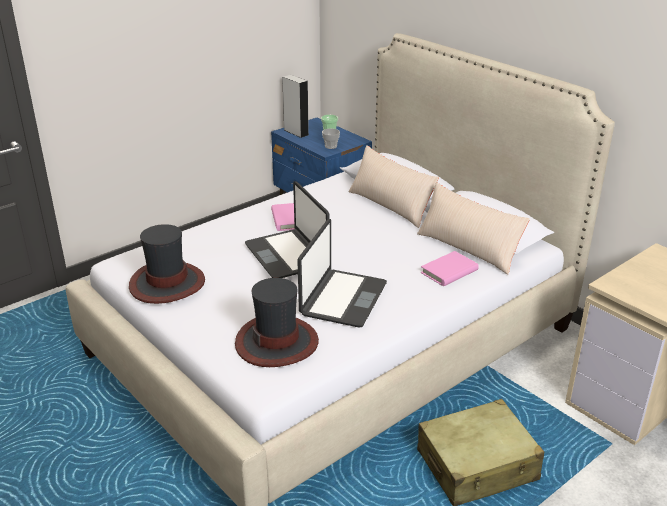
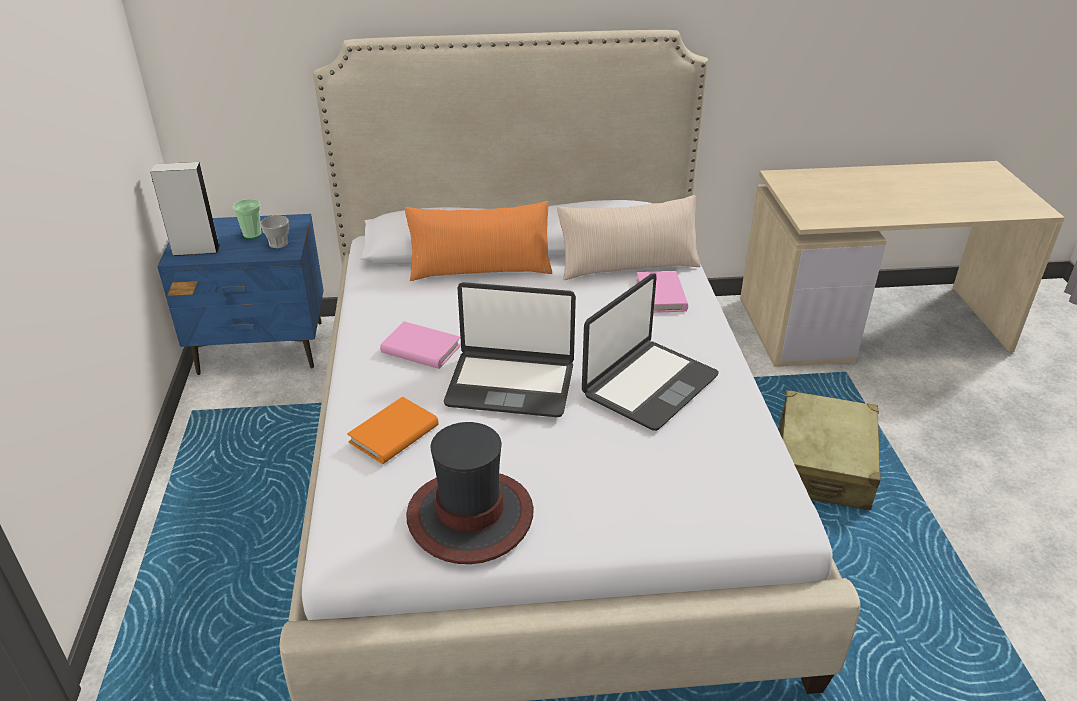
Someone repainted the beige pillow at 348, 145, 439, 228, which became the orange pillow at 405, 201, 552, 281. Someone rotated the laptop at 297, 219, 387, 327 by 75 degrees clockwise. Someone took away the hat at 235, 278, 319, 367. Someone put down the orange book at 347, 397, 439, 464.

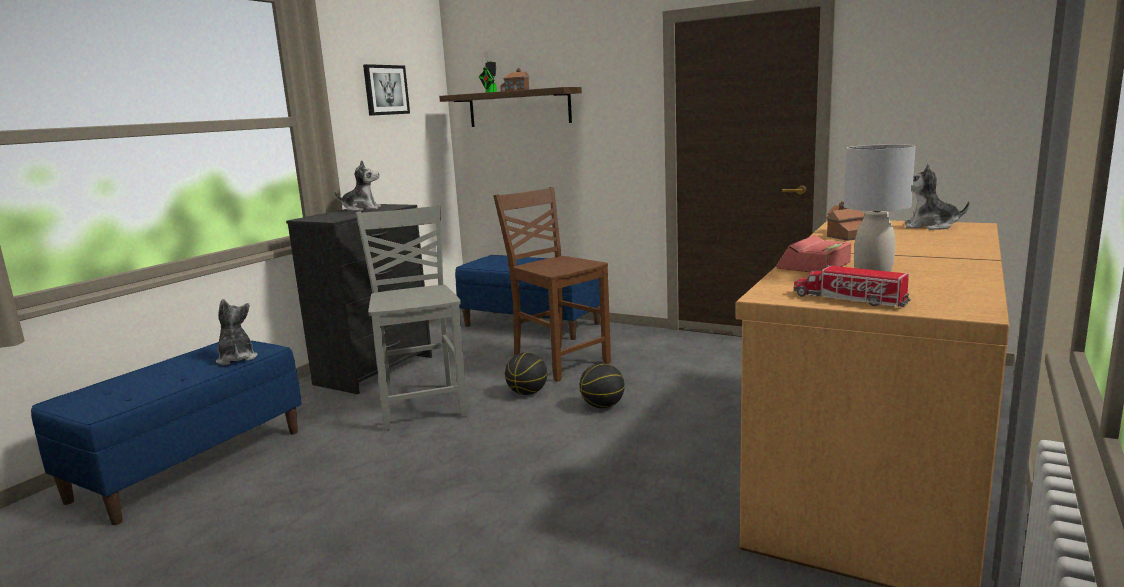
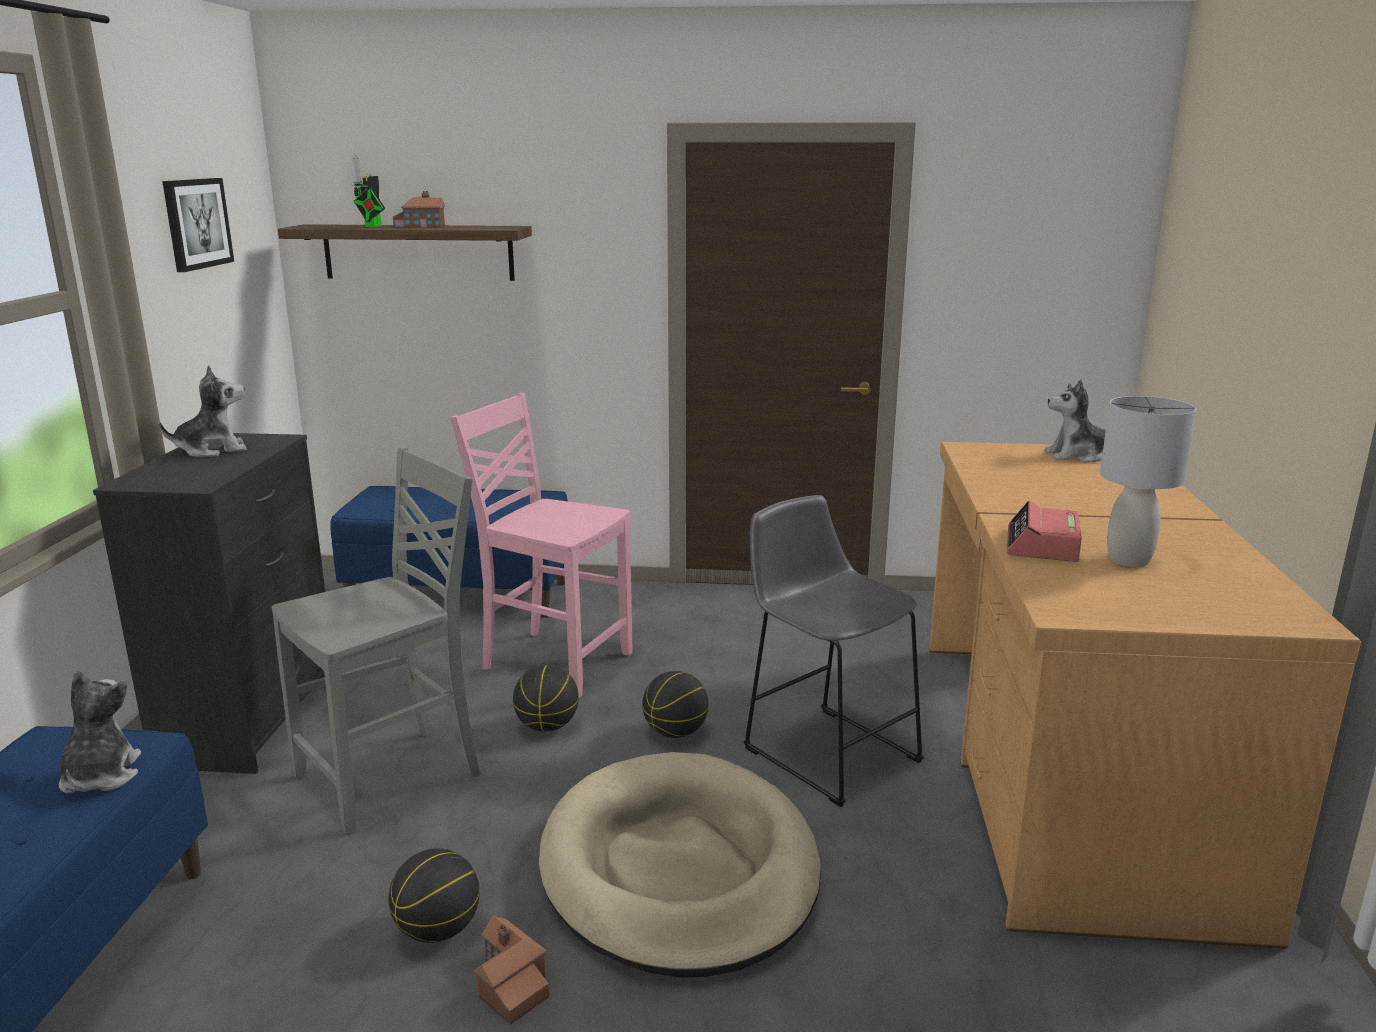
Someone repainted the brown chair at 493, 187, 611, 382, which became the pink chair at 451, 393, 633, 698. Someone carried the toy house from 826, 201, 864, 241 to 473, 916, 549, 1025. Someone rotated the grey chair at 356, 205, 468, 431 by 90 degrees clockwise. Someone took away the toy truck at 794, 265, 911, 307. Someone rotated the plush toy at 216, 299, 258, 365 by 45 degrees clockwise. Someone put down the grey stool at 744, 495, 924, 807. Someone put down the beige dog bed at 539, 752, 821, 978. Someone put down the basketball at 389, 848, 480, 943.

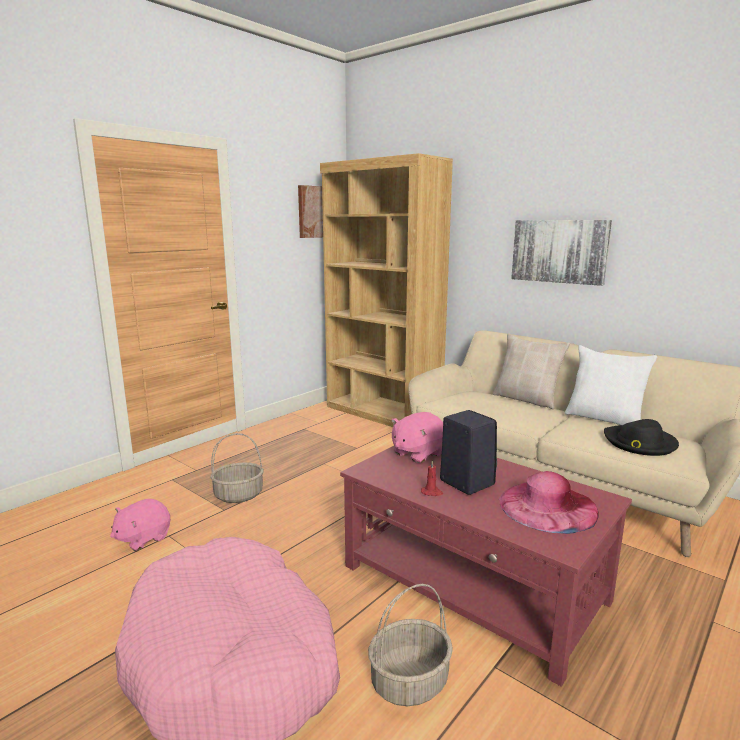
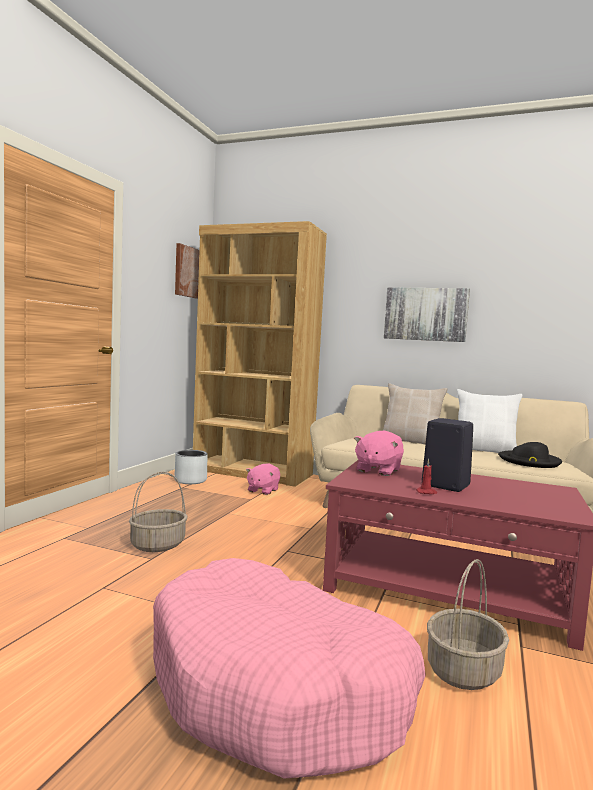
Someone took away the pink hat at 499, 471, 599, 534. Someone carried the pink plush toy from 110, 499, 170, 551 to 246, 463, 280, 495. Someone put down the white planter at 174, 450, 208, 484.

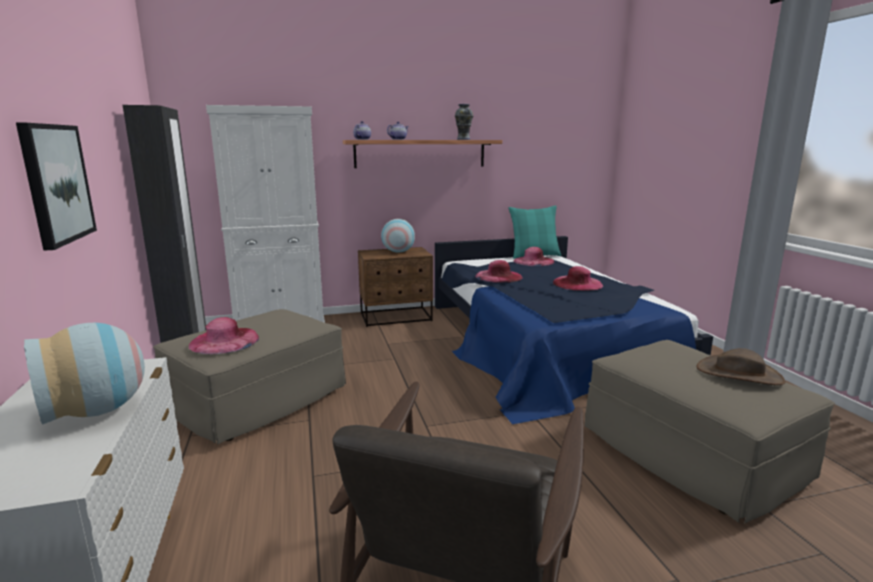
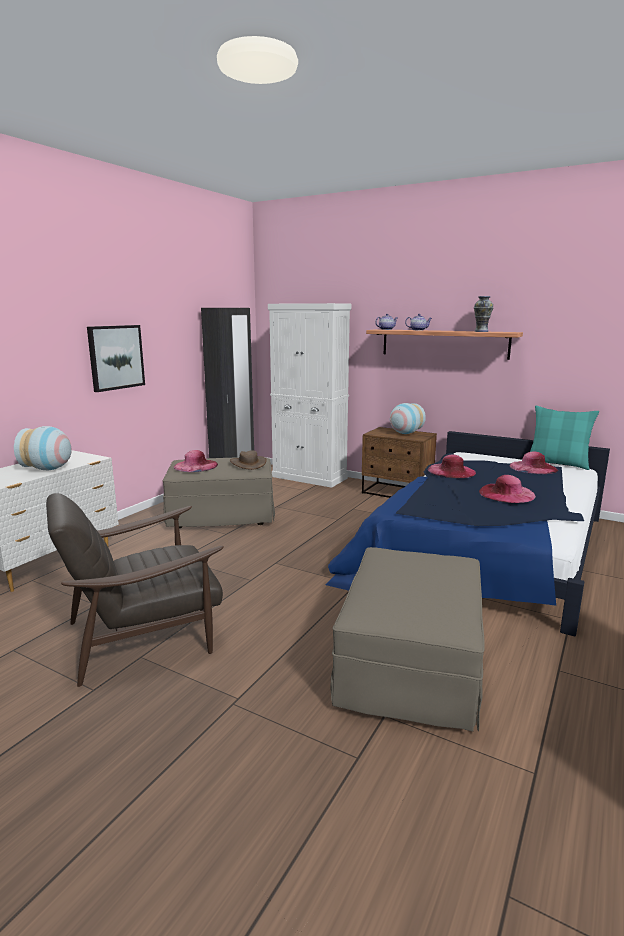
Someone carried the brown hat from 696, 348, 786, 385 to 230, 450, 267, 470.

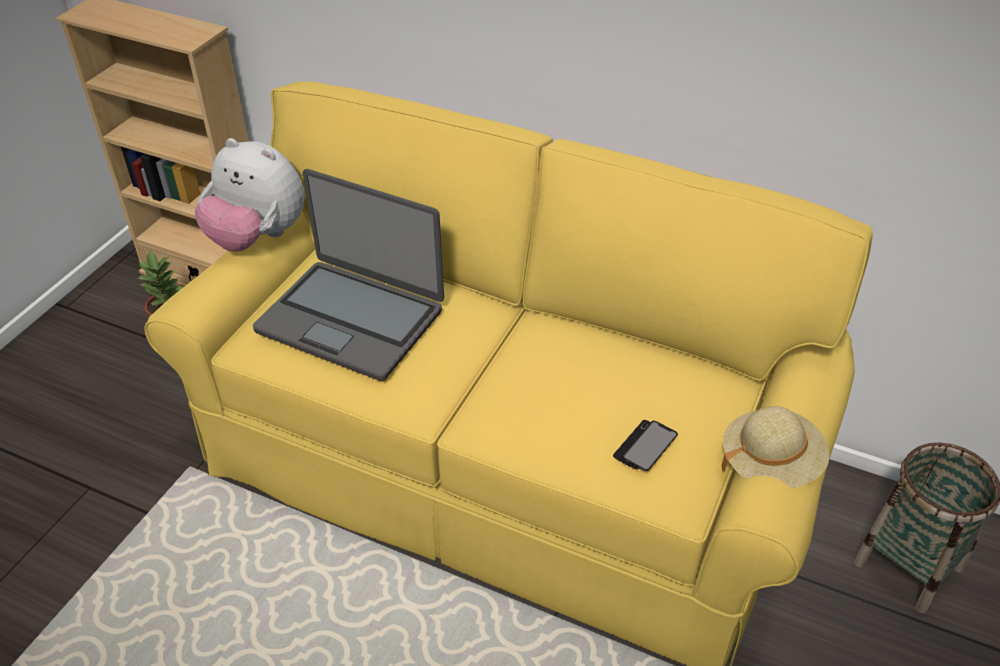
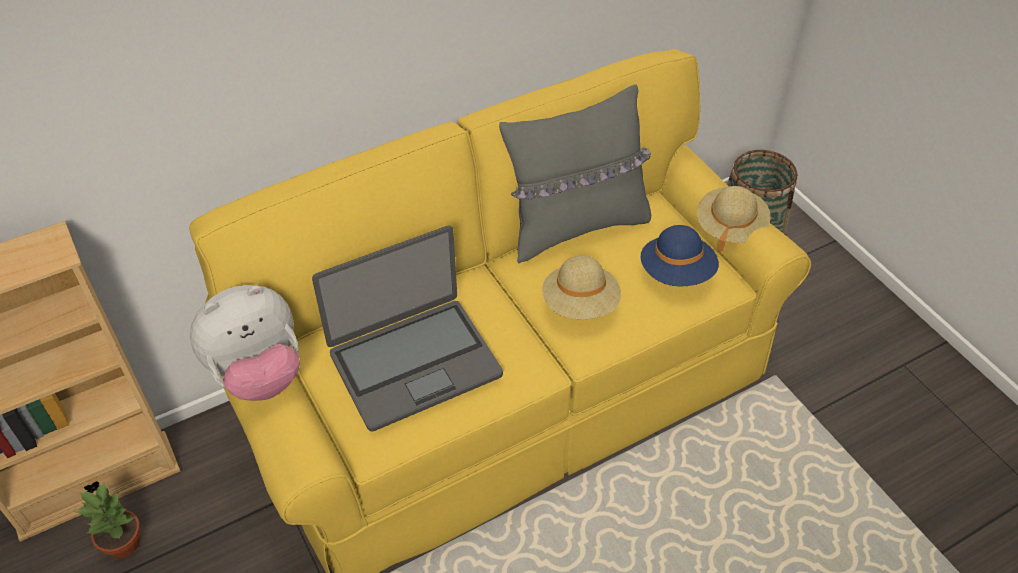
Someone swapped the phone at 613, 420, 678, 471 for the blue hat at 641, 225, 719, 287. Someone put down the grey pillow at 499, 84, 651, 263. Someone put down the beige hat at 542, 256, 621, 319.

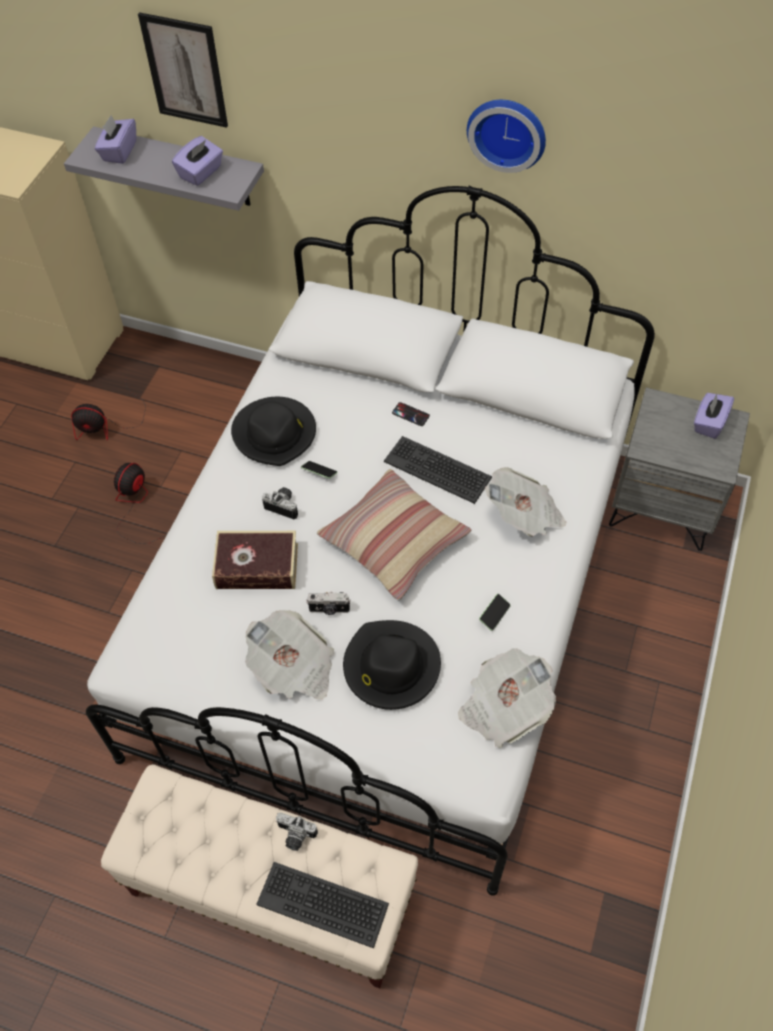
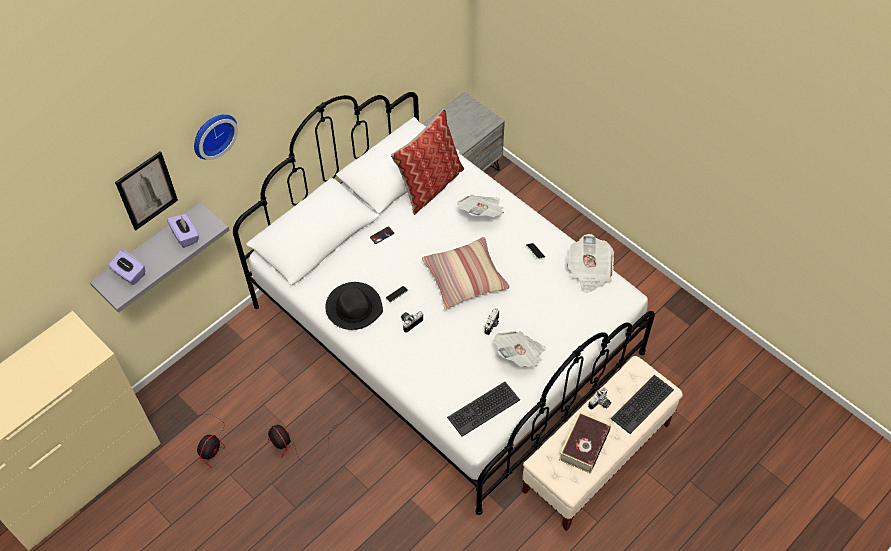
Someone carried the wall clock from 467, 100, 546, 173 to 194, 114, 238, 160. Someone took away the purple tissue box at 694, 393, 734, 439. Someone carried the keyboard from 383, 436, 492, 504 to 447, 382, 520, 437. Someone carried the book from 212, 531, 298, 589 to 559, 412, 611, 473. Someone took away the black hat at 343, 620, 441, 710. Someone put down the pillow at 391, 109, 464, 215.

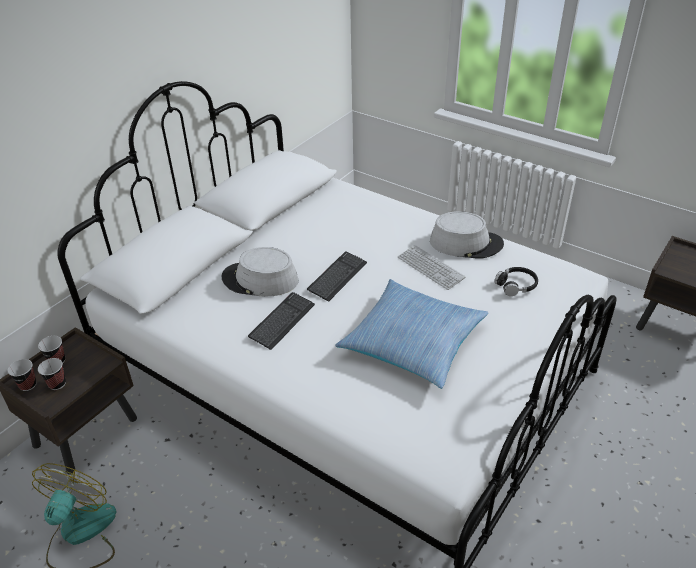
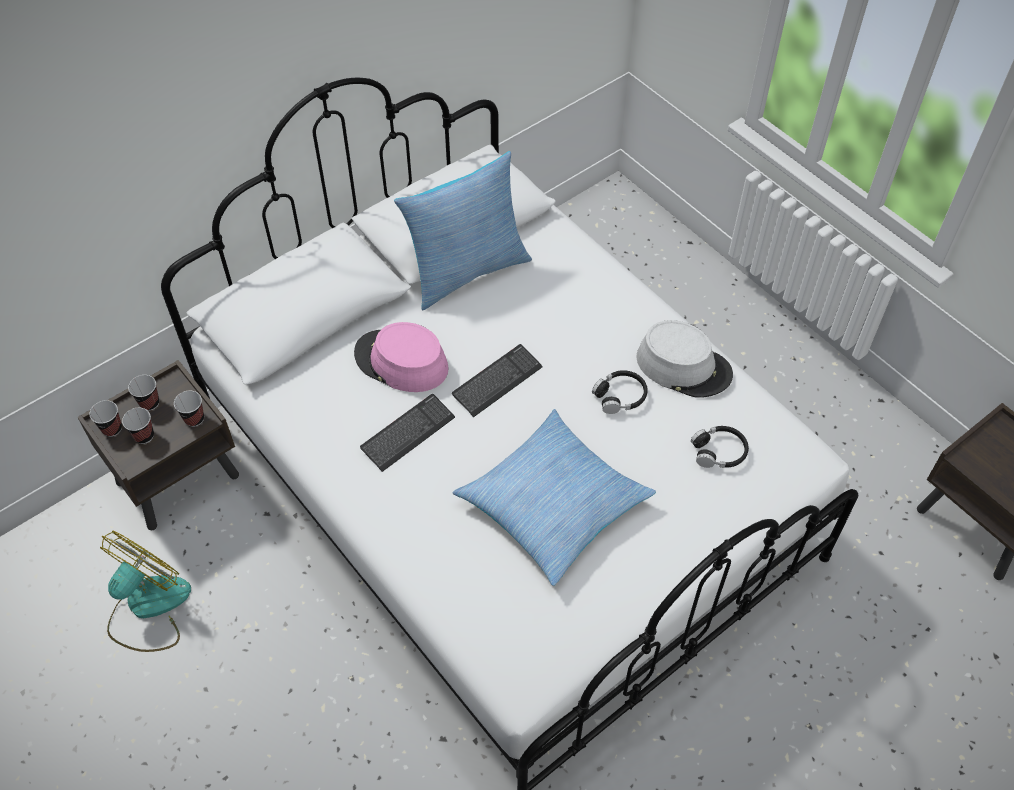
Someone swapped the keyboard at 398, 245, 466, 290 for the black headphones at 592, 370, 648, 414. Someone repainted the grey hat at 222, 247, 298, 296, which became the pink hat at 354, 322, 449, 392. Someone put down the pillow at 394, 151, 532, 310. Someone put down the cup at 174, 391, 204, 427.

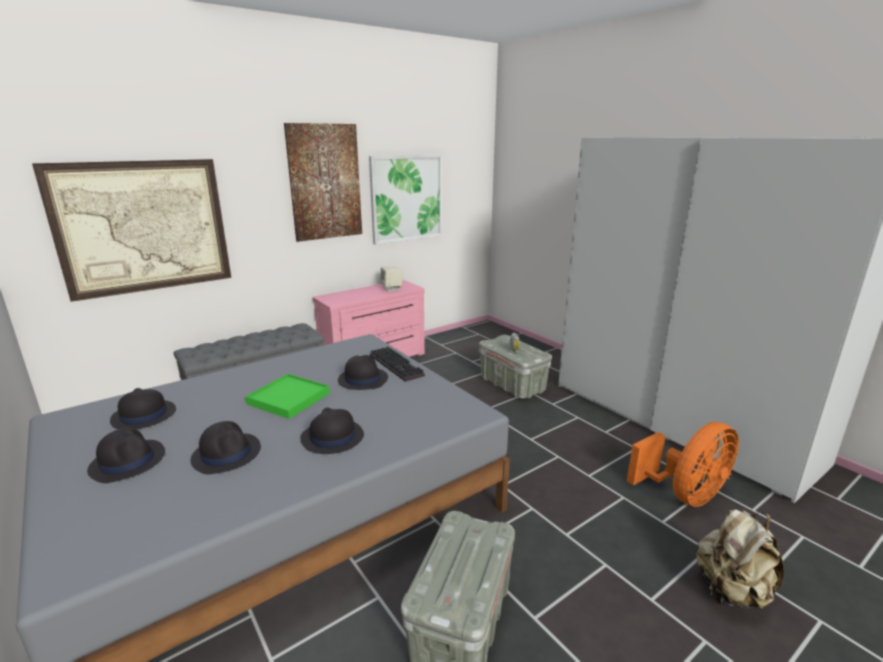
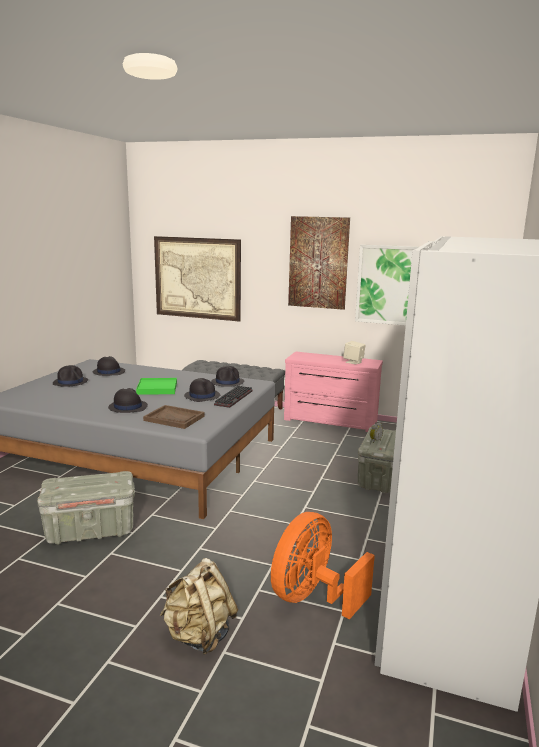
Someone carried the black hat from 190, 421, 261, 474 to 211, 366, 244, 387. Someone rotated the orange fan at 627, 422, 739, 507 by 105 degrees clockwise. Someone put down the brown tray at 143, 405, 205, 429.

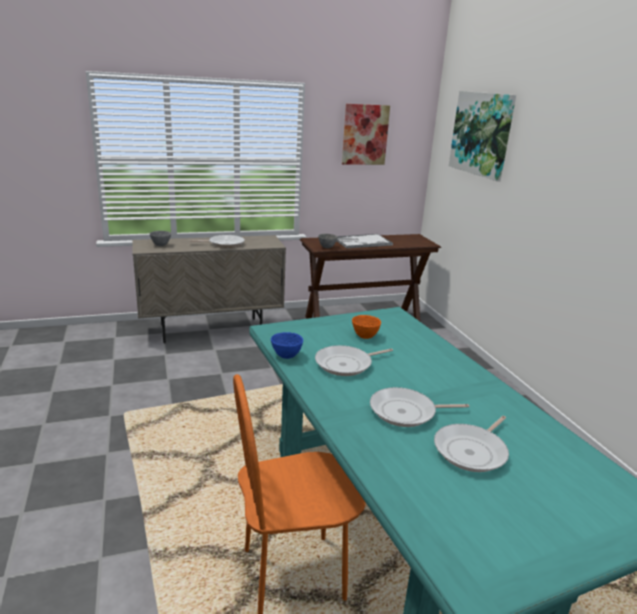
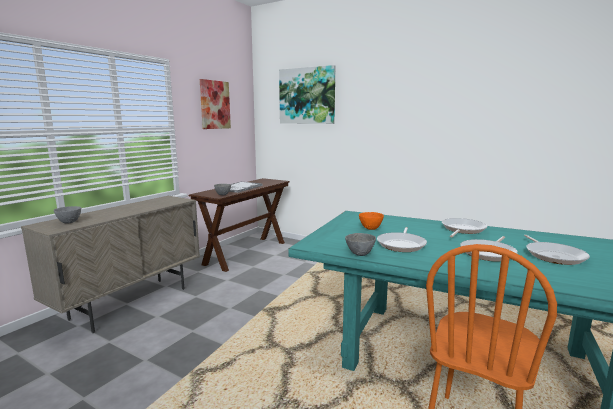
Someone carried the frying pan from 189, 235, 245, 248 to 442, 218, 487, 237. Someone repainted the blue bowl at 271, 332, 303, 359, which became the grey bowl at 345, 233, 376, 256.

